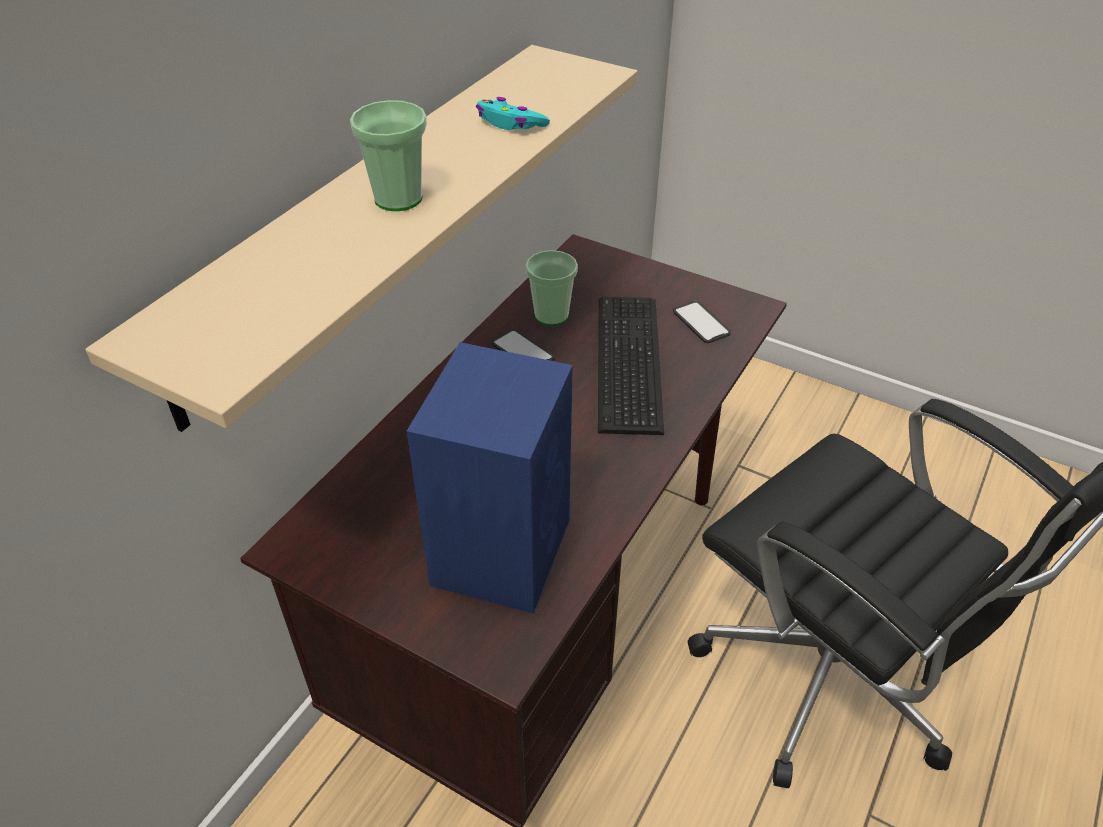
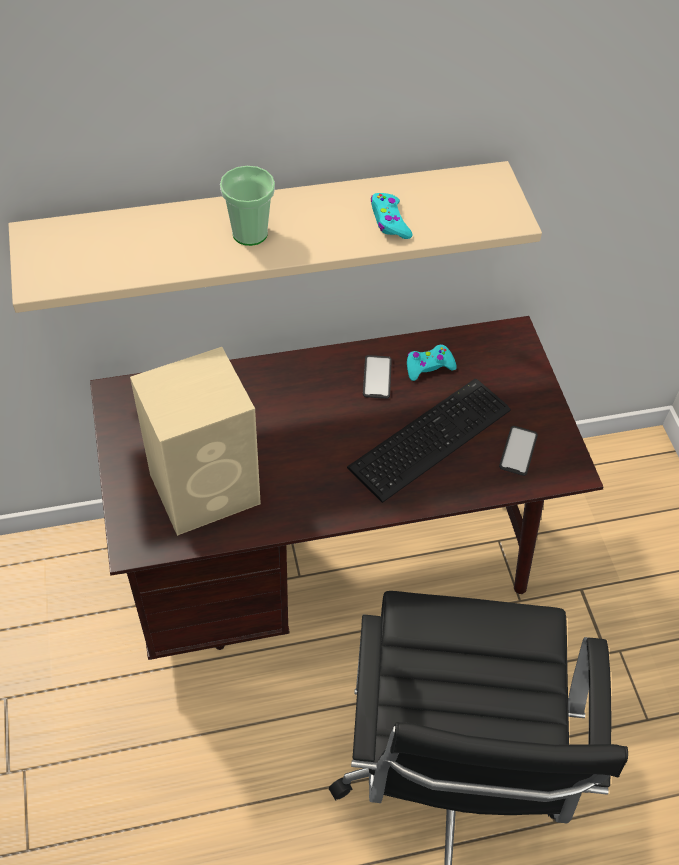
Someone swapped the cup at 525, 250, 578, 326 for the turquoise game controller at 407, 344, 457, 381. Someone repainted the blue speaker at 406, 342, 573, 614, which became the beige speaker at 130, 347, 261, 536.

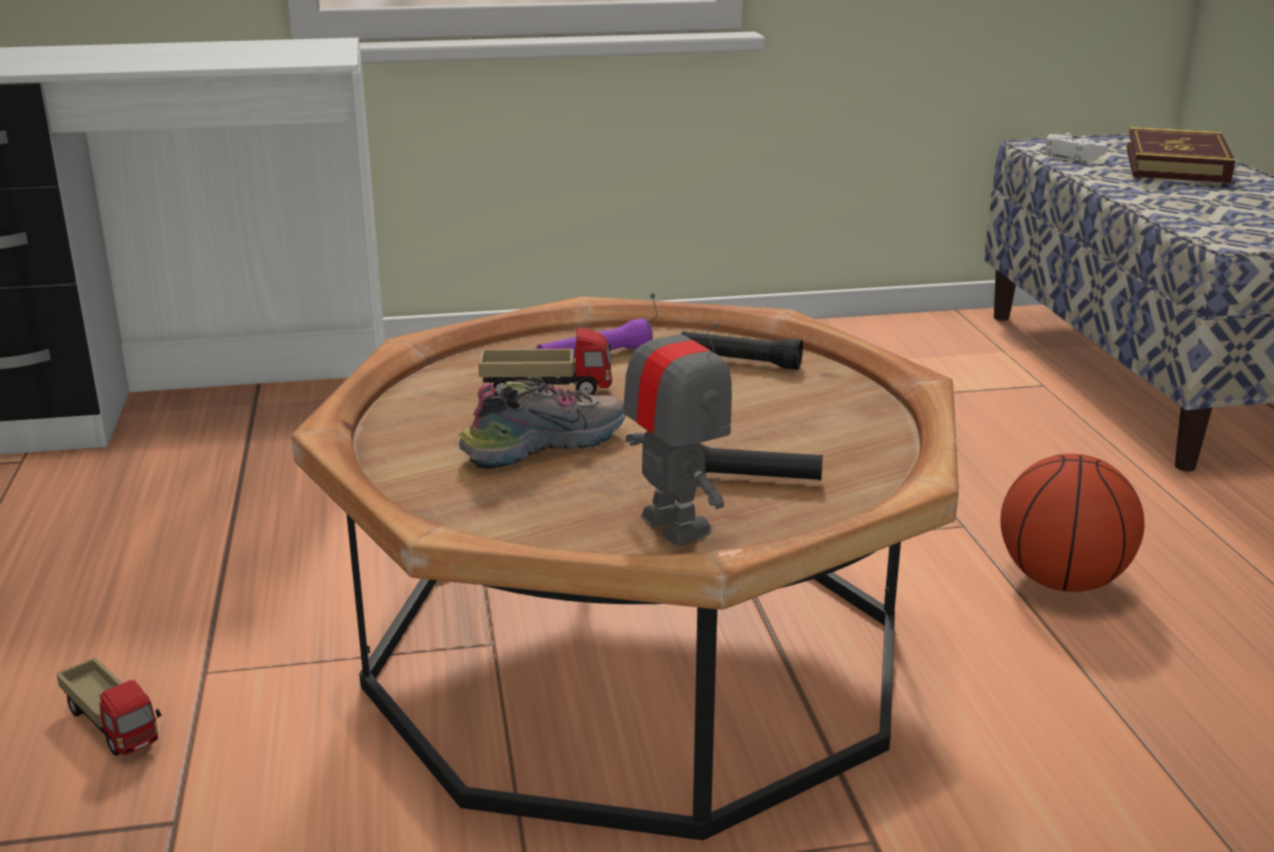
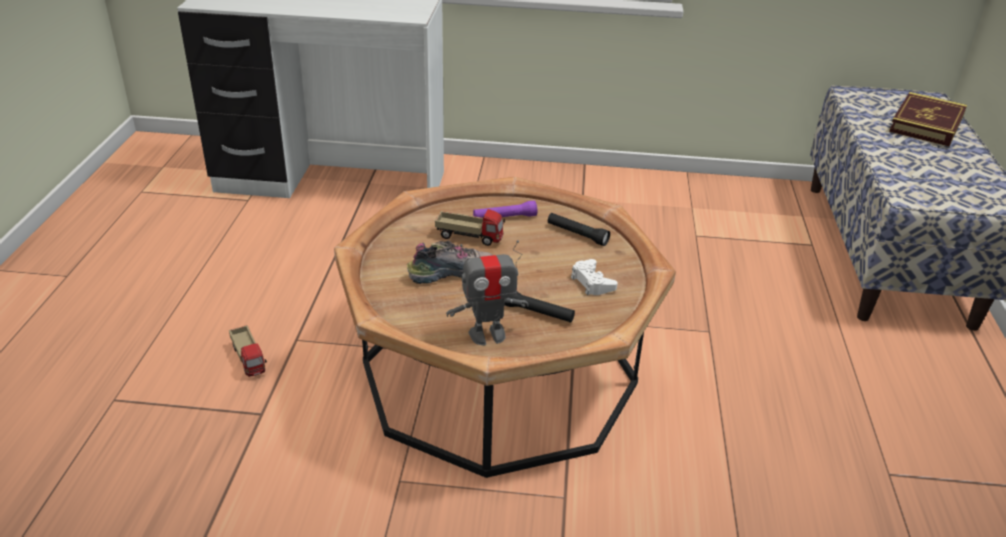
Someone carried the white game controller from 1045, 133, 1107, 162 to 571, 259, 618, 295. Someone rotated the toy robot at 623, 293, 732, 546 by 90 degrees clockwise. Someone took away the basketball at 1000, 454, 1144, 592.

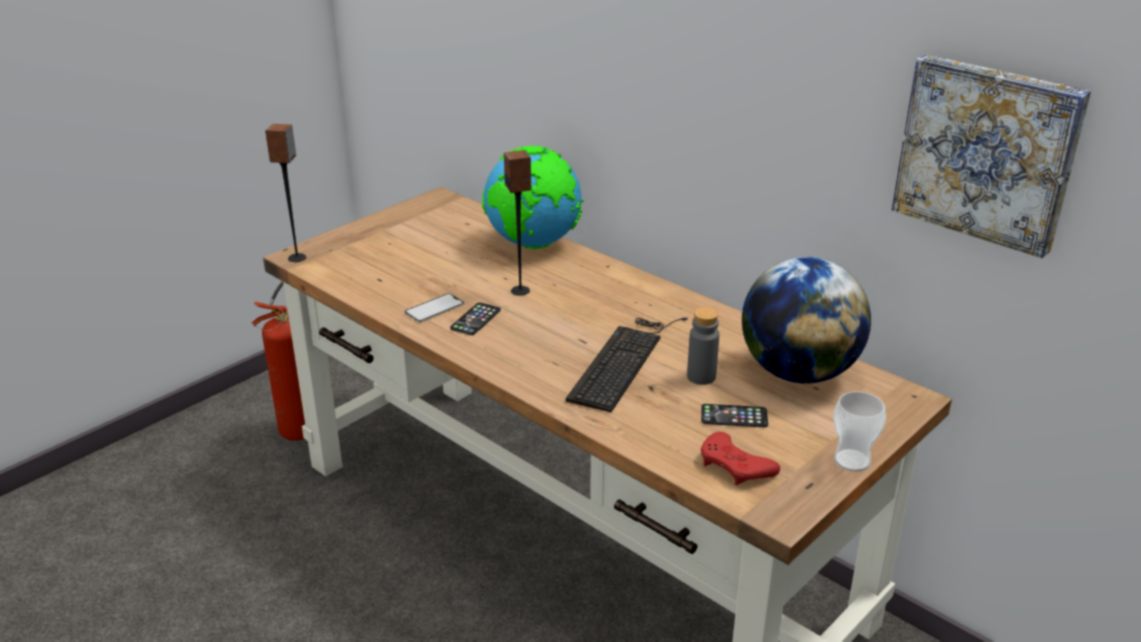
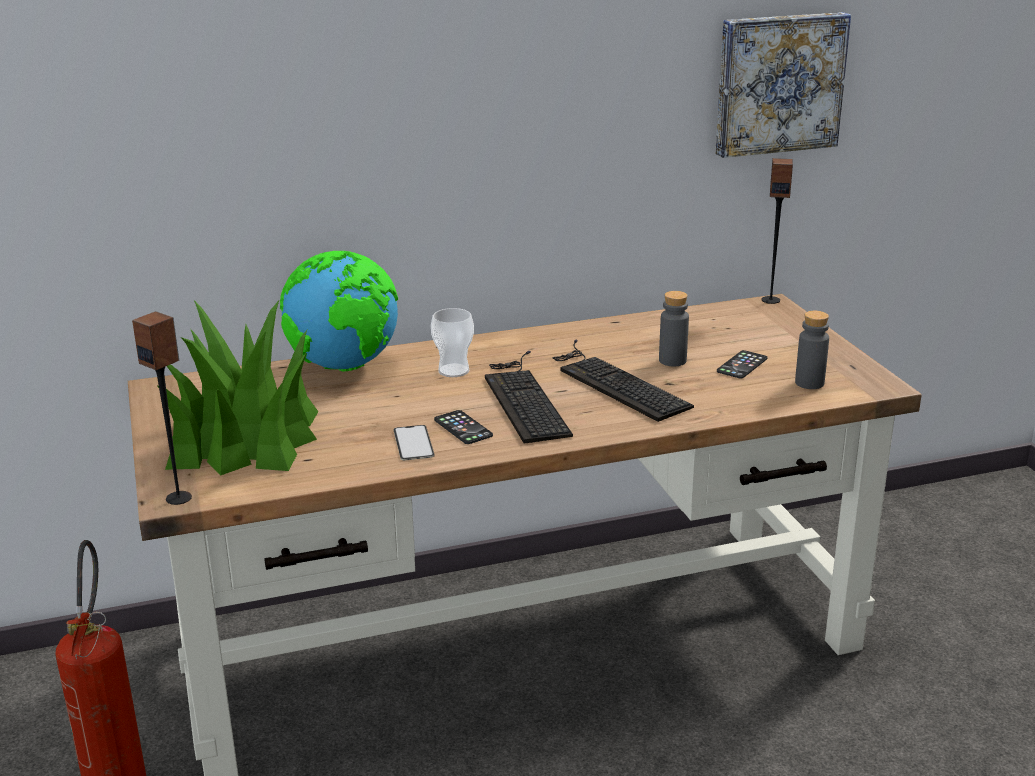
Someone carried the speaker from 504, 150, 531, 296 to 761, 158, 793, 304. Someone took away the globe at 742, 257, 871, 384. Someone carried the cup from 833, 391, 886, 472 to 431, 308, 474, 377. Someone swapped the red game controller at 701, 432, 780, 485 for the grey bottle at 795, 311, 829, 389. Someone put down the potted plant at 156, 299, 318, 475. Someone put down the keyboard at 485, 351, 573, 444.

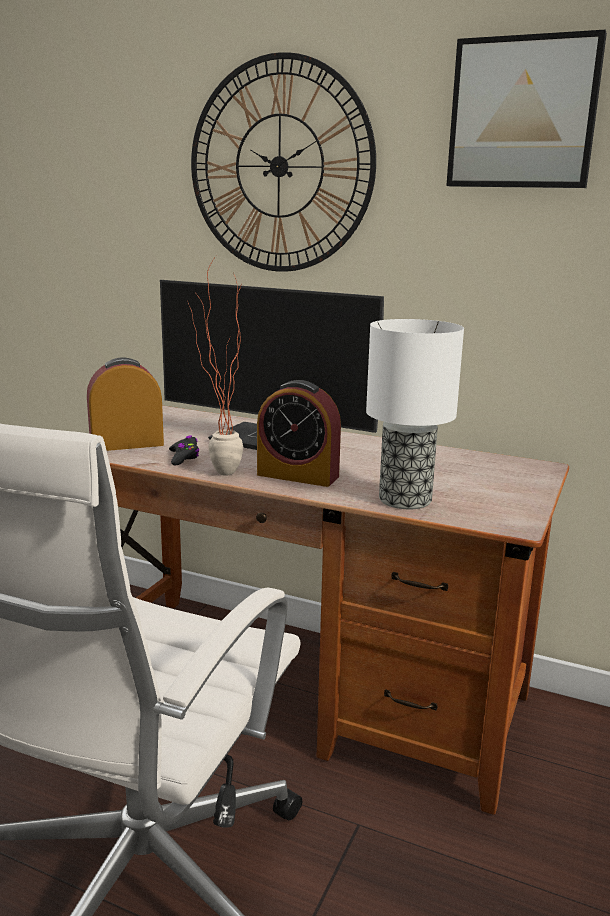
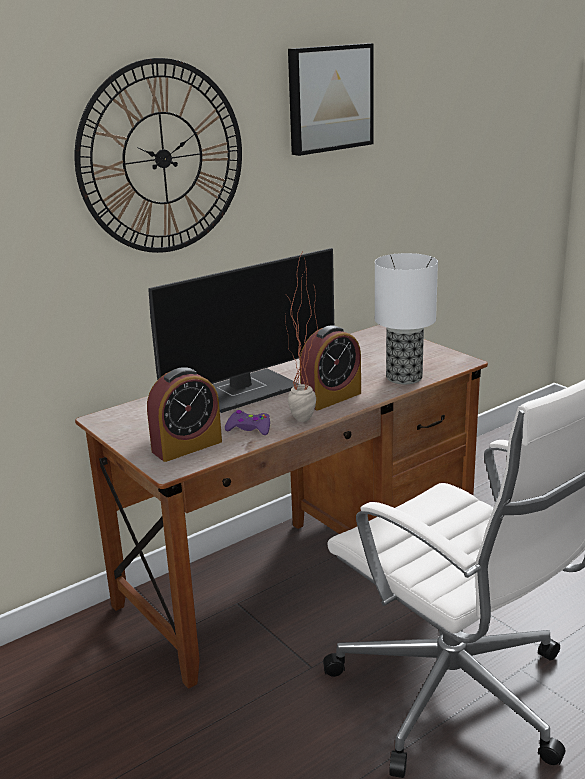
Someone rotated the alarm clock at 87, 357, 164, 451 by 135 degrees counterclockwise. Someone repainted the black game controller at 169, 435, 199, 466, which became the purple game controller at 225, 410, 270, 435.

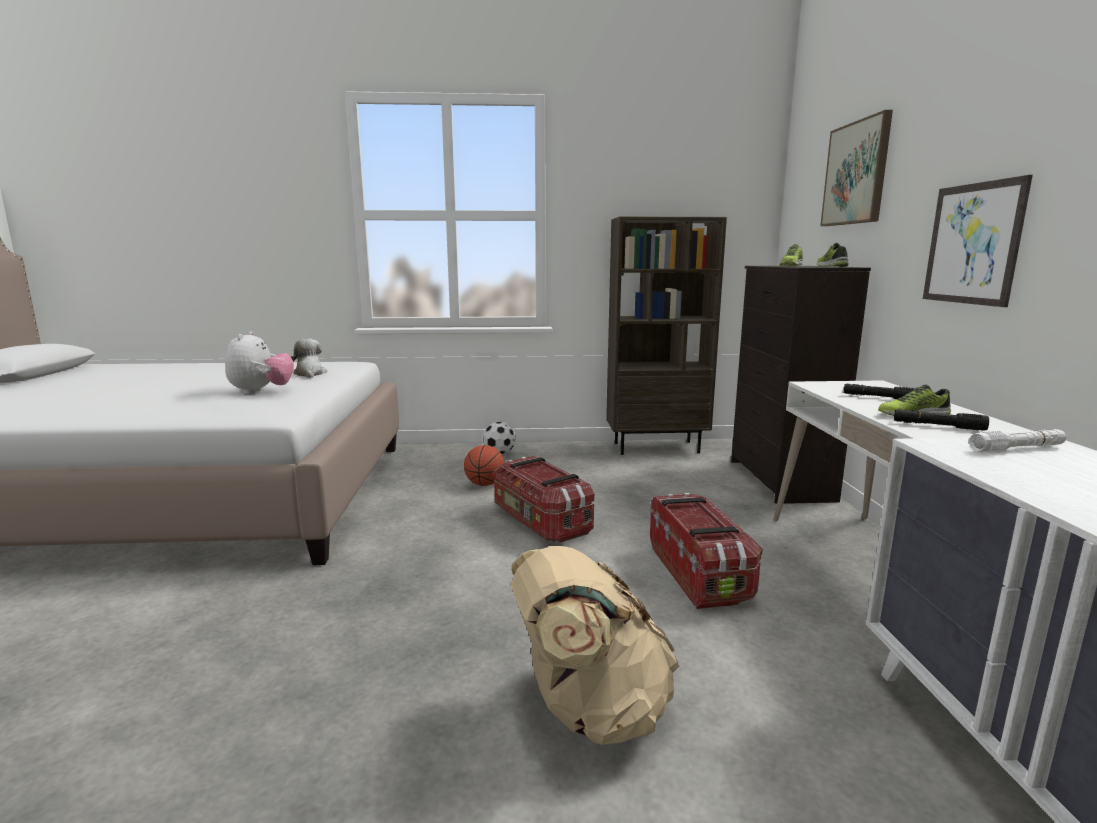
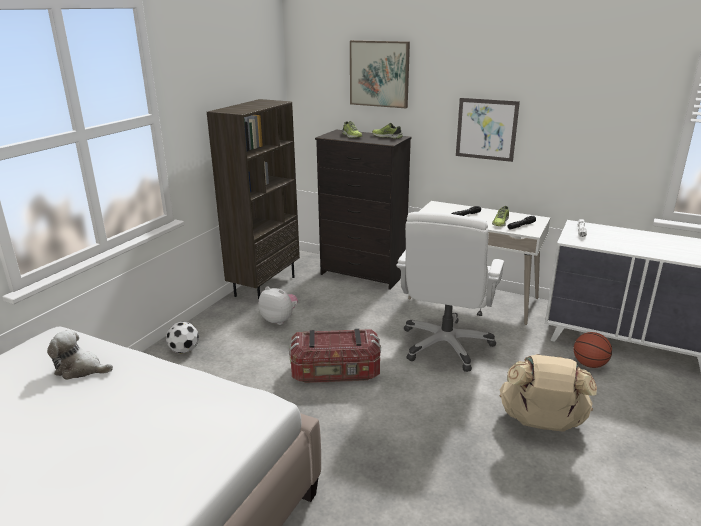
Someone carried the plush toy from 225, 331, 294, 395 to 258, 286, 298, 325. Someone carried the basketball from 464, 445, 505, 486 to 574, 332, 612, 368. Someone swapped the storage box at 650, 493, 762, 609 for the white office chair at 396, 212, 504, 372.

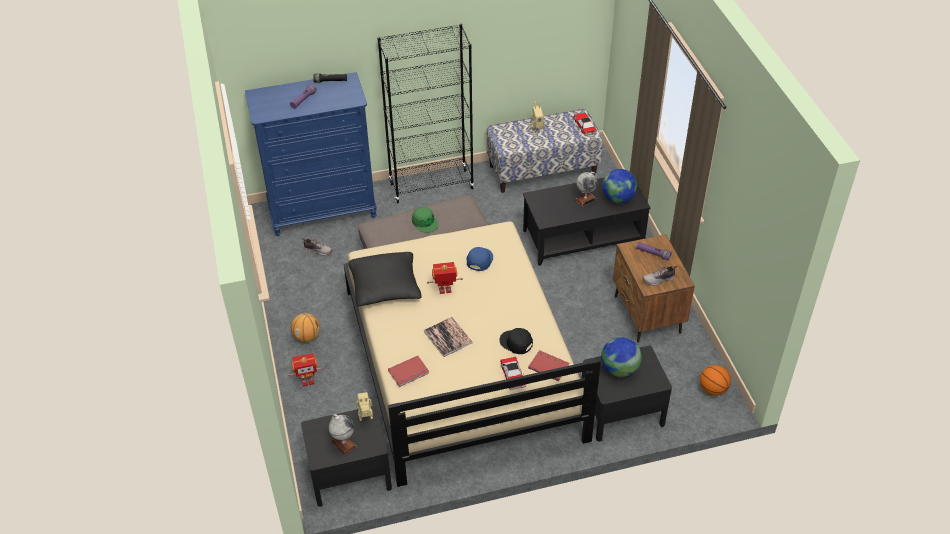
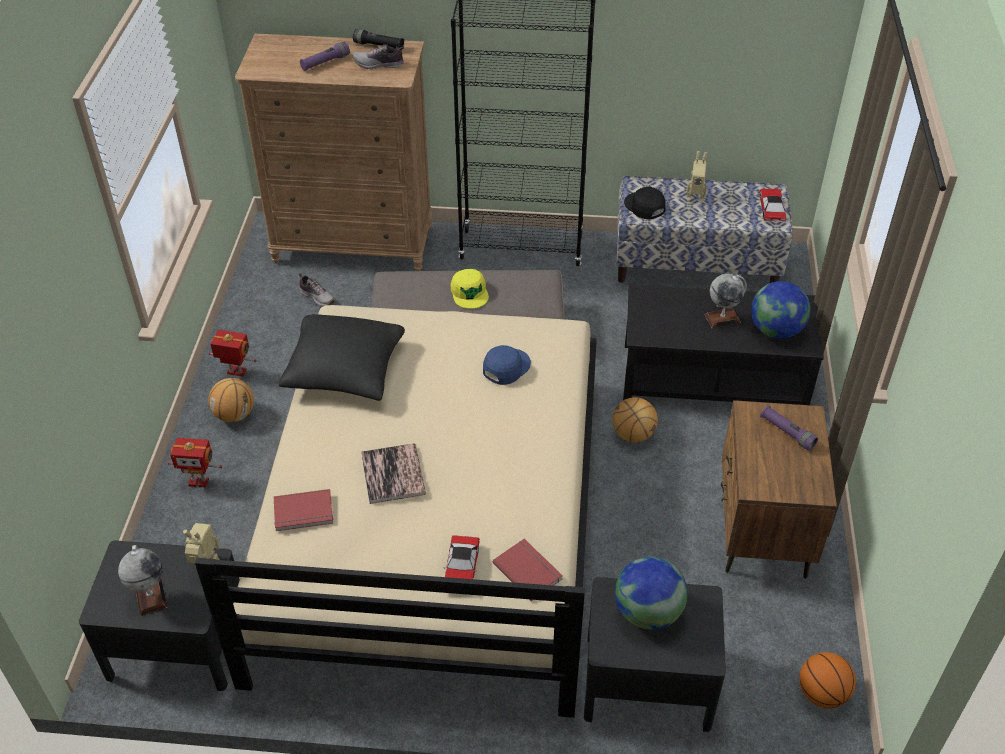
Someone repainted the blue dresser at 245, 72, 377, 236, which became the brown dresser at 235, 34, 433, 271. Someone repainted the green cap at 412, 207, 439, 233, which became the yellow cap at 451, 269, 489, 309. Someone carried the toy robot from 427, 262, 463, 294 to 208, 330, 257, 377. Someone carried the shoe from 642, 266, 677, 286 to 353, 44, 404, 69. Someone carried the black cap from 499, 328, 533, 354 to 624, 187, 666, 219. Someone put down the basketball at 612, 397, 658, 443.

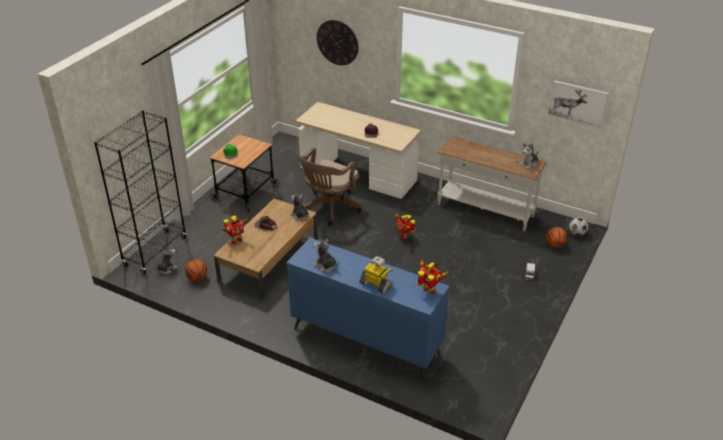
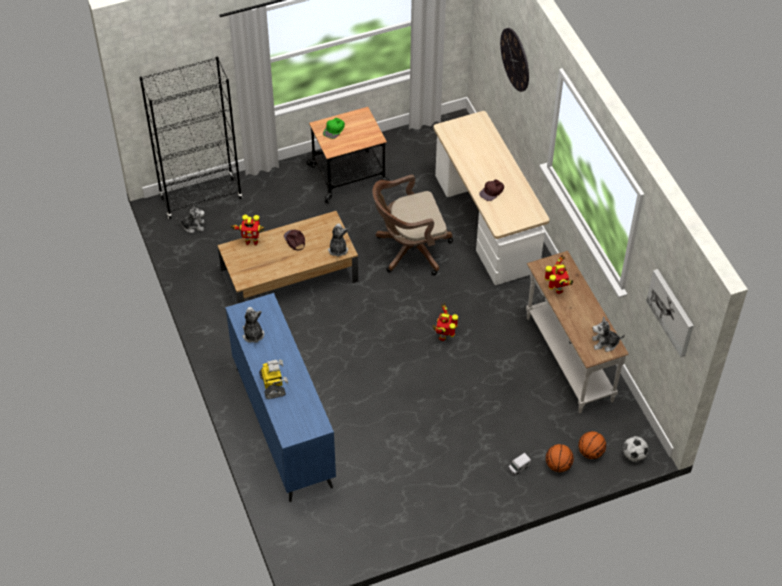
Someone carried the toy robot from 417, 257, 450, 294 to 544, 254, 573, 294. Someone carried the basketball from 185, 260, 207, 281 to 546, 444, 574, 472.

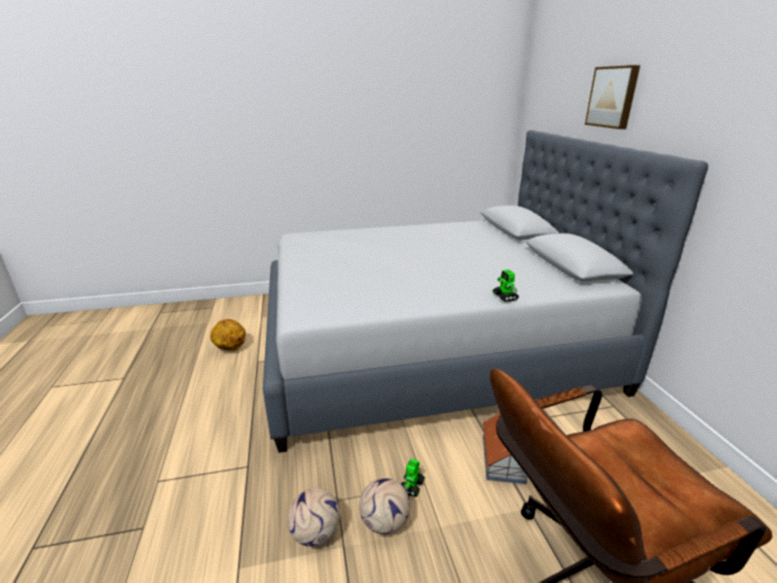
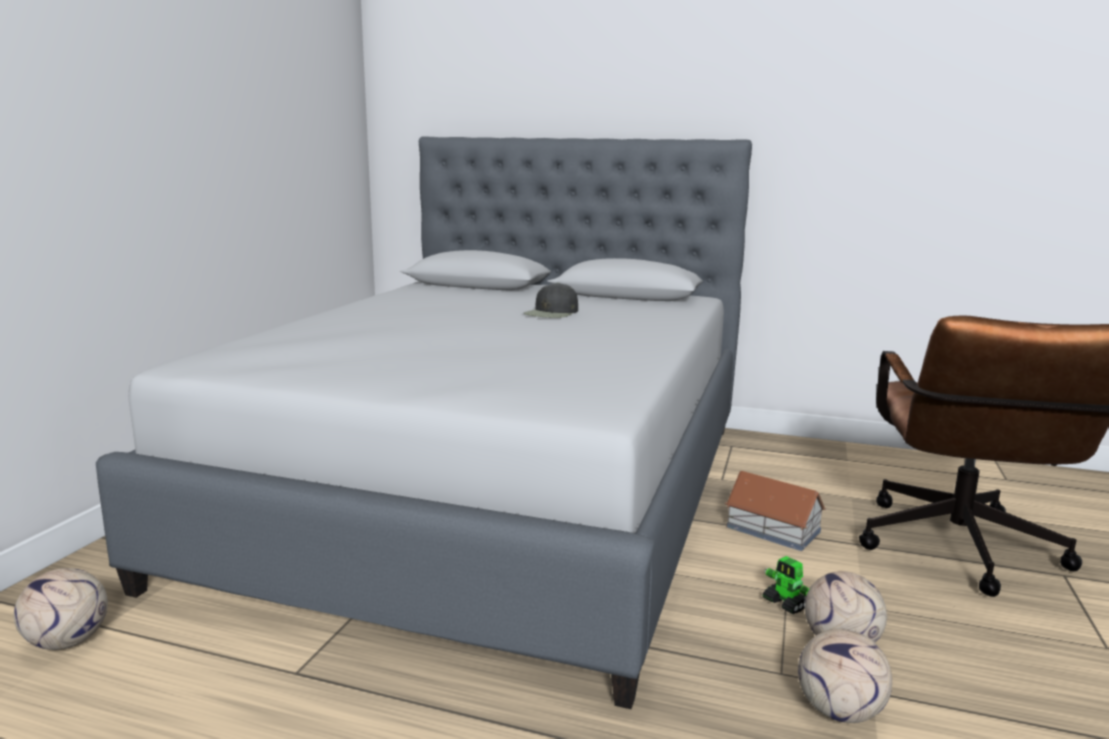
Someone took away the picture at 585, 65, 640, 129. Someone took away the toy robot at 493, 269, 519, 302. Someone took away the basketball at 210, 319, 246, 351. Someone put down the black cap at 524, 283, 578, 318. Someone put down the football at 14, 568, 108, 650.

